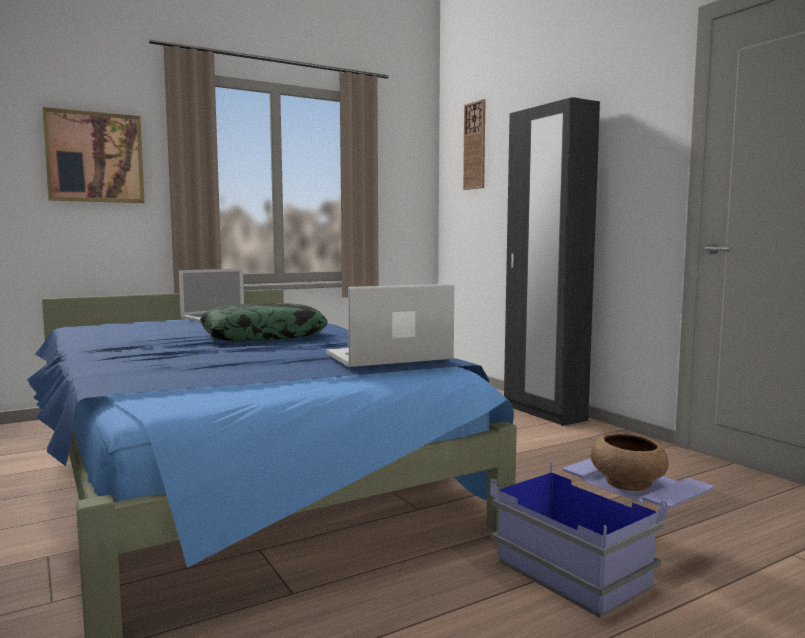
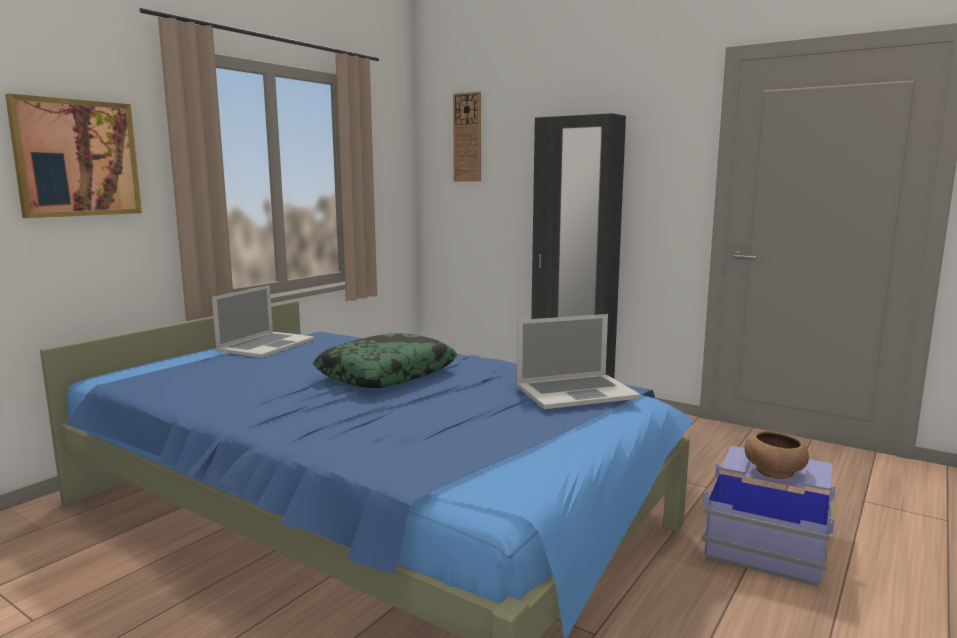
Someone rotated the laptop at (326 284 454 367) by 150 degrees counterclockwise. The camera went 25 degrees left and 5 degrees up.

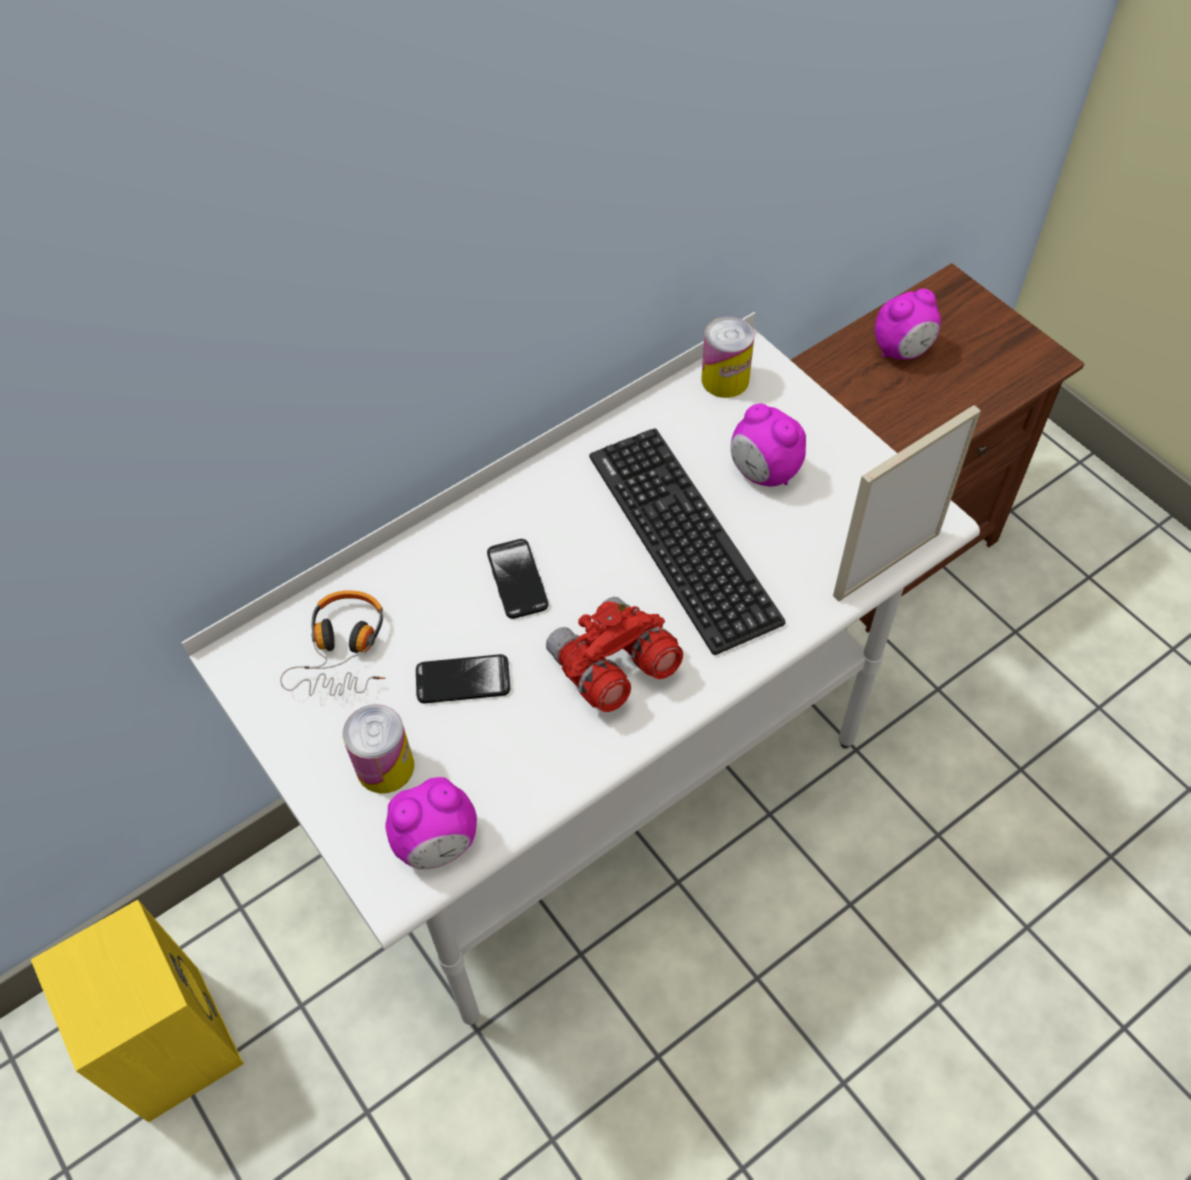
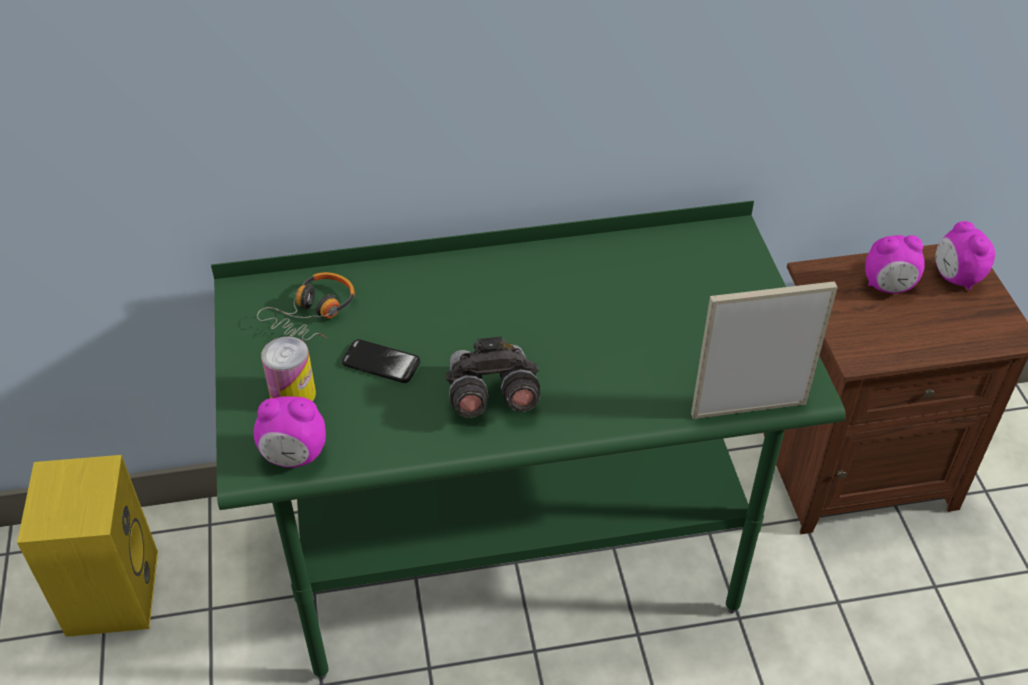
Someone repainted the biurko/biały at (181 312 980 1025), which became the biurko/zielony at (211 201 846 680). Someone took away the telefon at (487 539 548 619). Someone repainted the lornetka/czerwony at (546 597 683 712), which became the lornetka/szary at (446 336 540 418). Someone took away the klawiatura at (589 428 786 655). Someone took away the puszka at (702 316 754 398). Someone carried the budzik from (731 404 806 487) to (935 221 995 290). The camera went 25 degrees right and 10 degrees down.

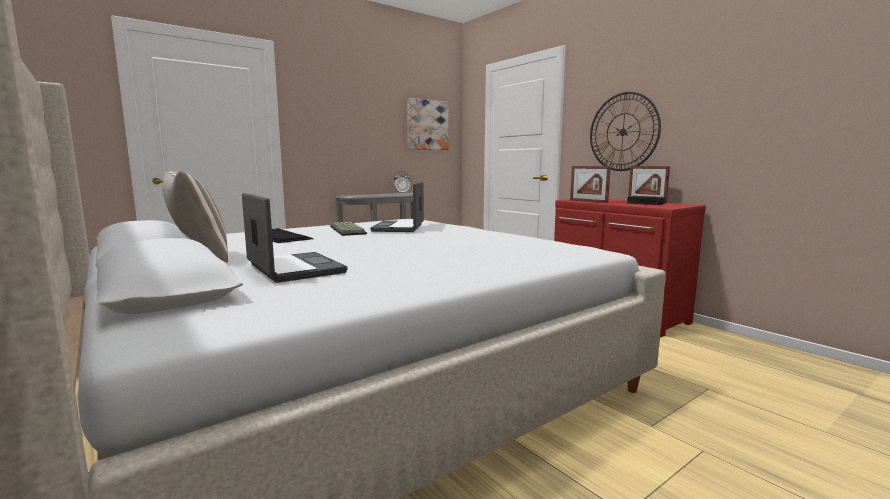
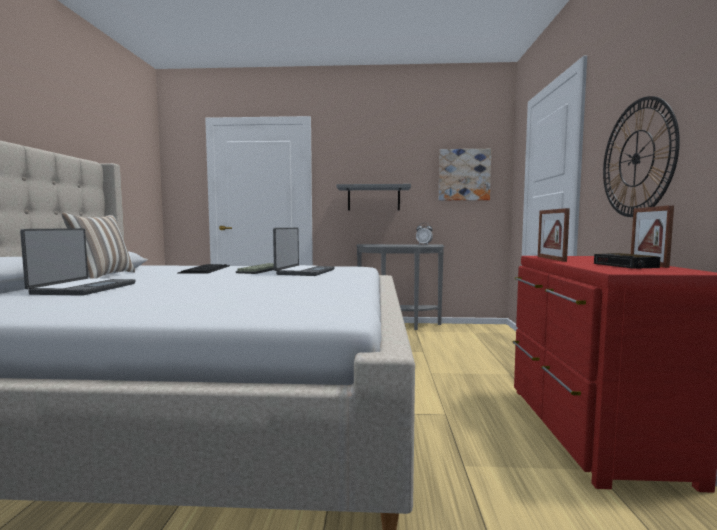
Someone rotated the laptop at (370 181 424 232) by 150 degrees clockwise. Someone put up the półka/szary at (337 184 411 210). The camera went 40 degrees right and 5 degrees down.

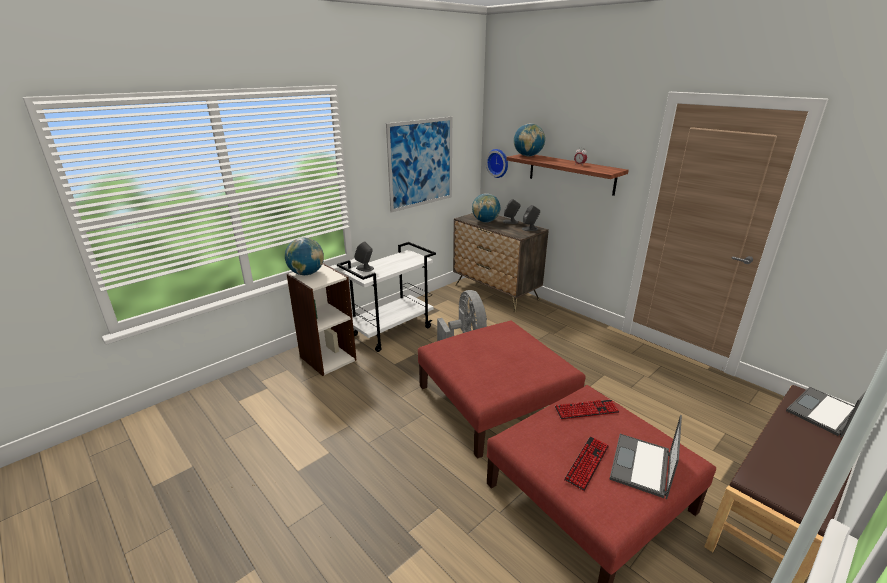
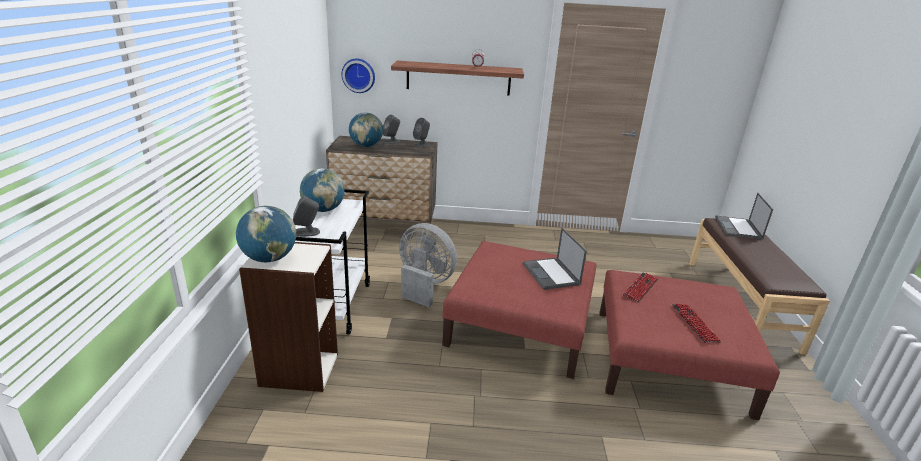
Someone took away the obraz at (386 117 452 213). Someone carried the globus from (514 123 545 157) to (299 168 345 212). Someone carried the laptop from (610 415 682 499) to (523 227 587 290). The camera went 45 degrees left and 0 degrees up.

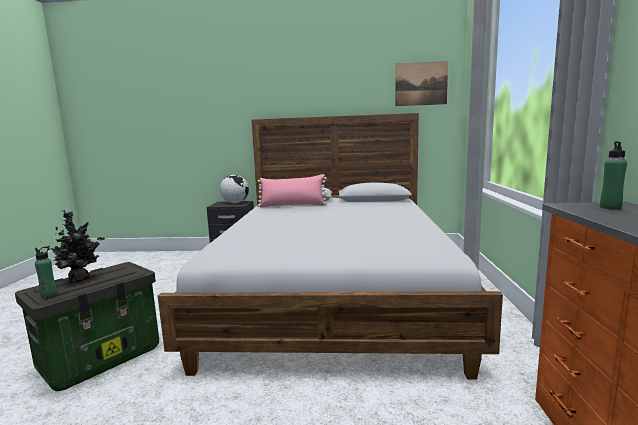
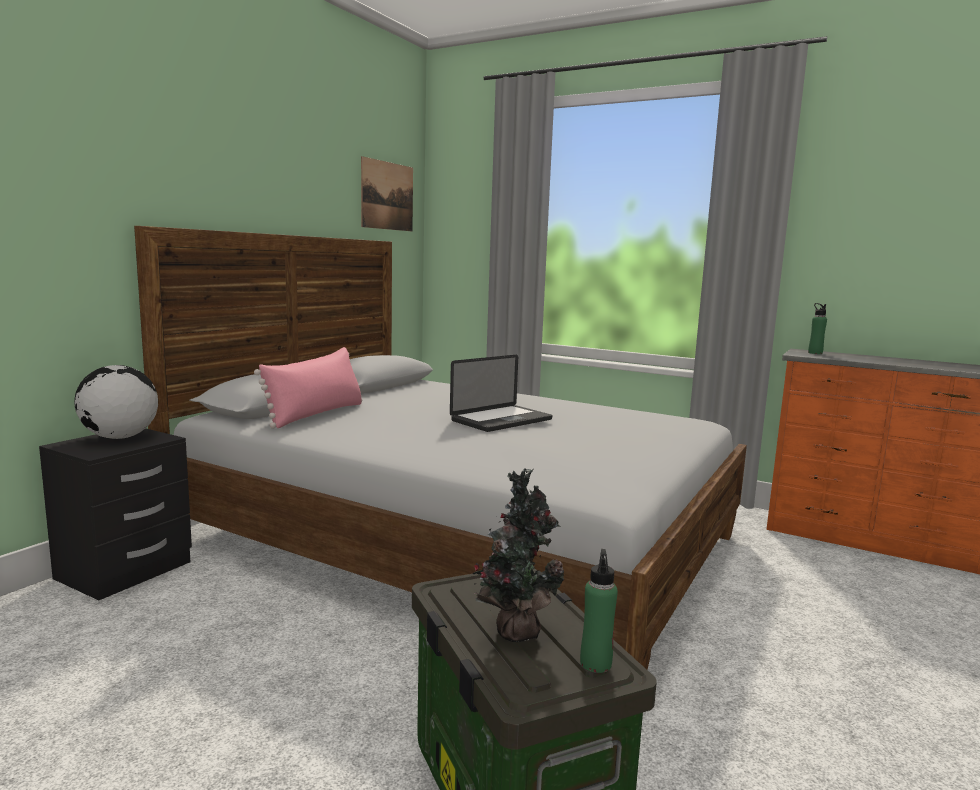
Someone put down the laptop at (450 355 552 432). The camera went 65 degrees left and 0 degrees up.

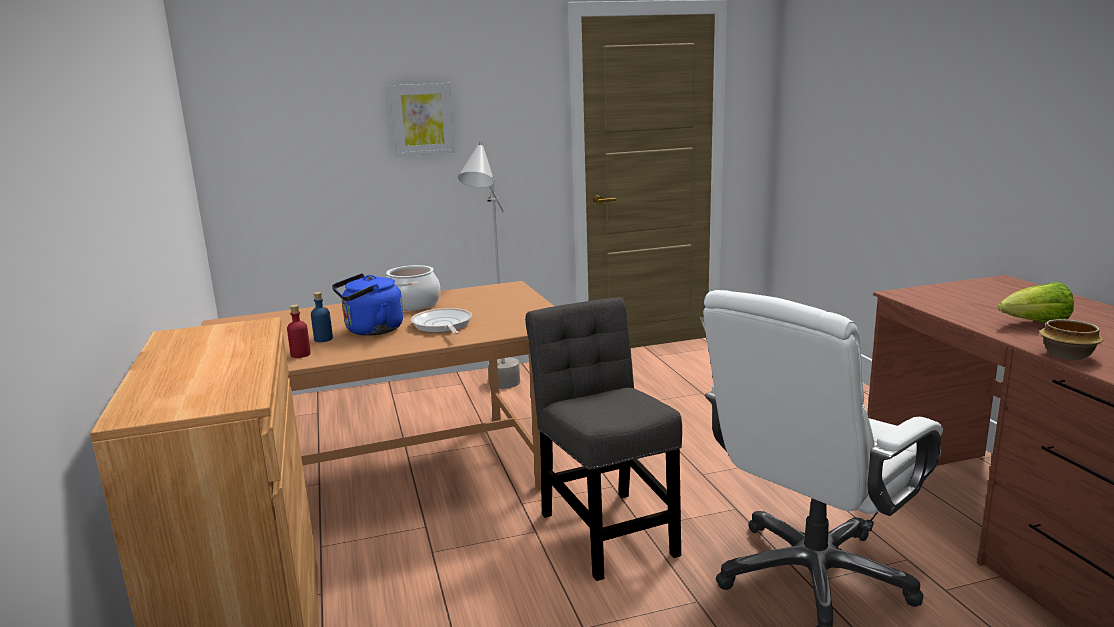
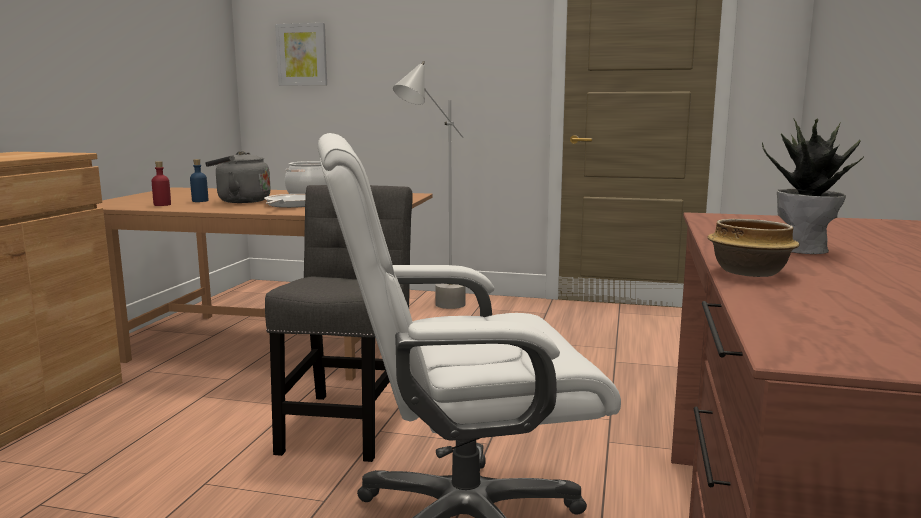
Someone repainted the czajnik/niebieski at (332 273 403 336), which became the czajnik/szary at (205 151 271 203). Someone carried the obraz from (389 83 455 156) to (275 23 327 86). Someone swapped the sałata at (998 282 1074 323) for the roślina doniczkowa at (762 118 863 254). The camera went 30 degrees right and 5 degrees down.

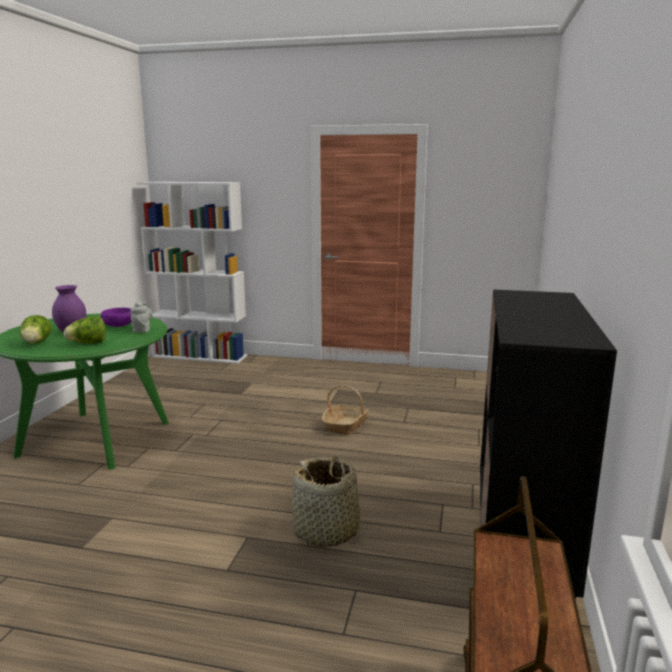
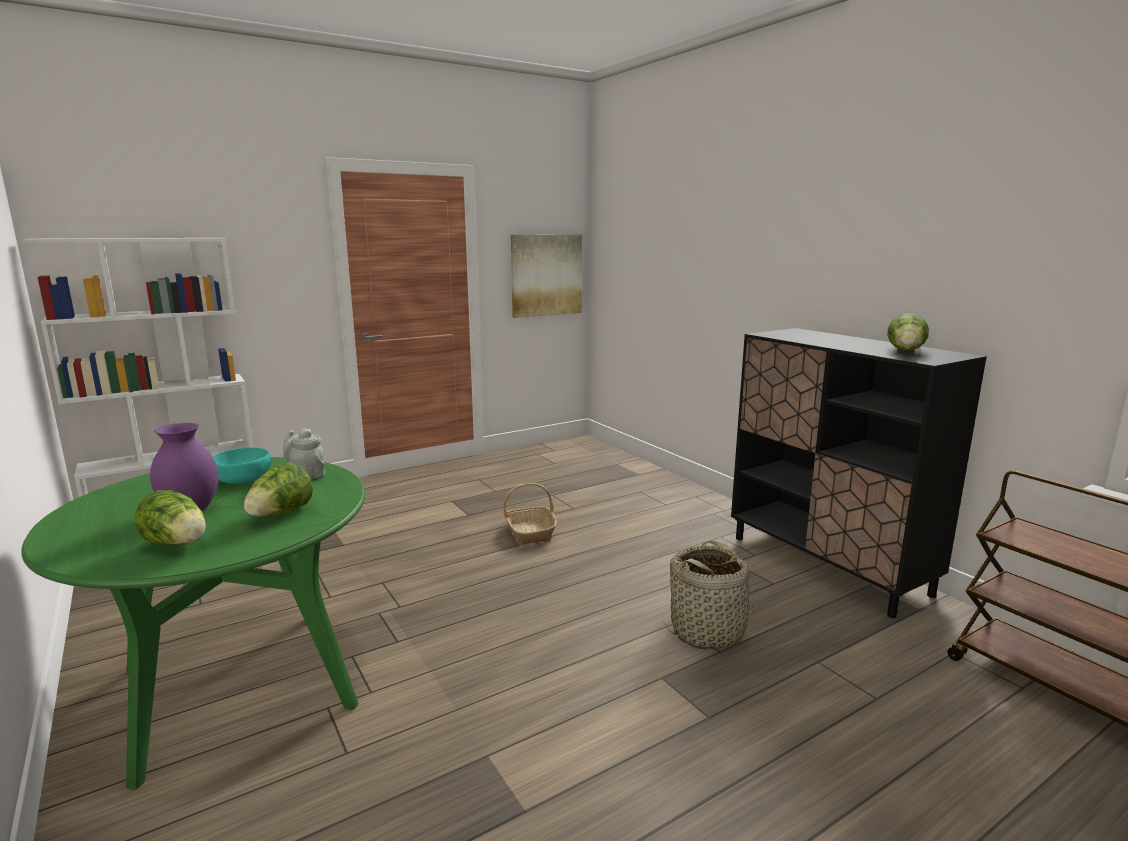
Someone repainted the miska/fioletowy at (101 308 132 327), which became the miska/turkusowy at (213 448 271 484). Someone put up the obraz at (511 234 582 318). Someone put down the sałata at (888 313 929 350). The camera went 45 degrees left and 0 degrees up.

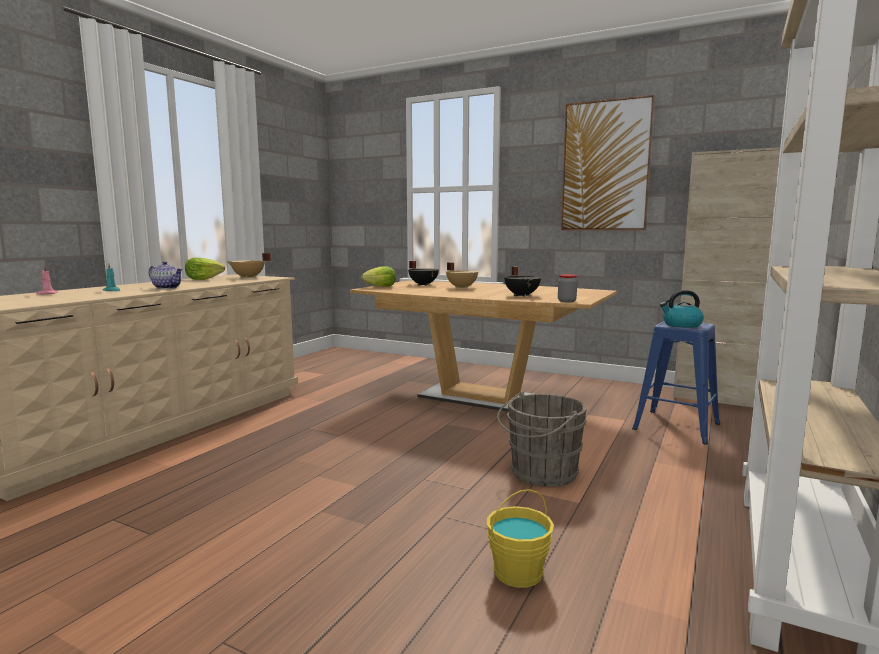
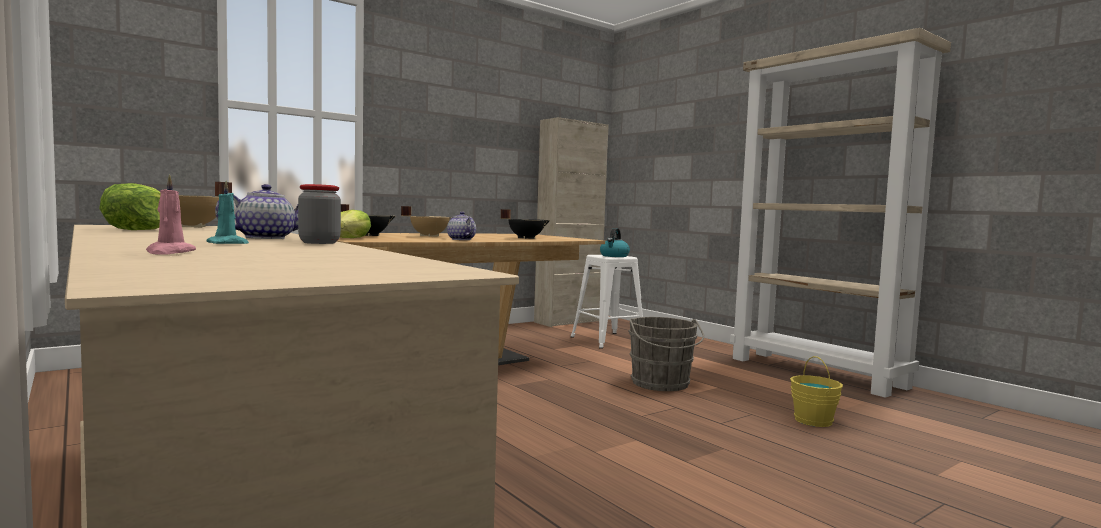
Someone carried the słoik from (558 274 577 302) to (298 184 341 244). Someone took away the obraz at (561 95 655 230). Someone repainted the stołek/niebieski at (632 321 720 445), which became the stołek/biały at (571 255 643 349). Someone put down the imbryk at (447 212 476 240). The camera went 65 degrees left and 5 degrees down.

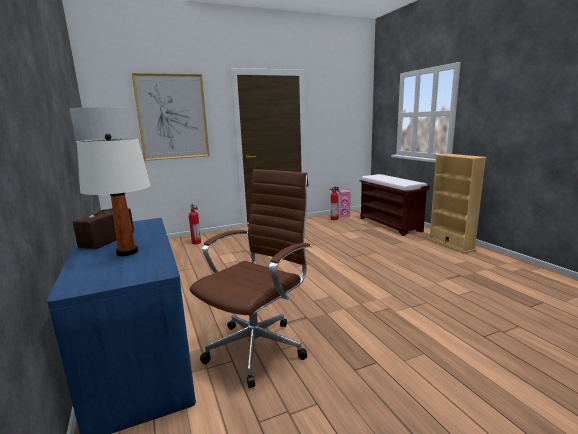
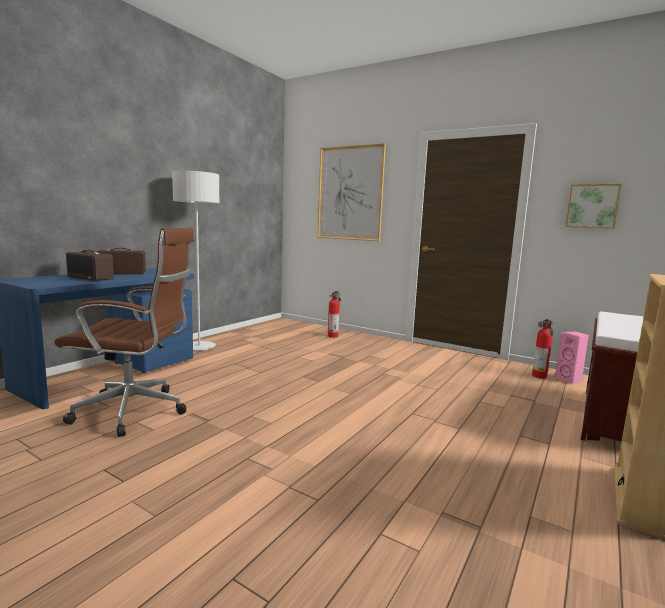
Someone swapped the lampa stołowa/biały at (77 134 151 256) for the radio at (66 250 114 281). Someone put up the obraz at (565 184 621 229). The camera went 55 degrees right and 5 degrees down.

